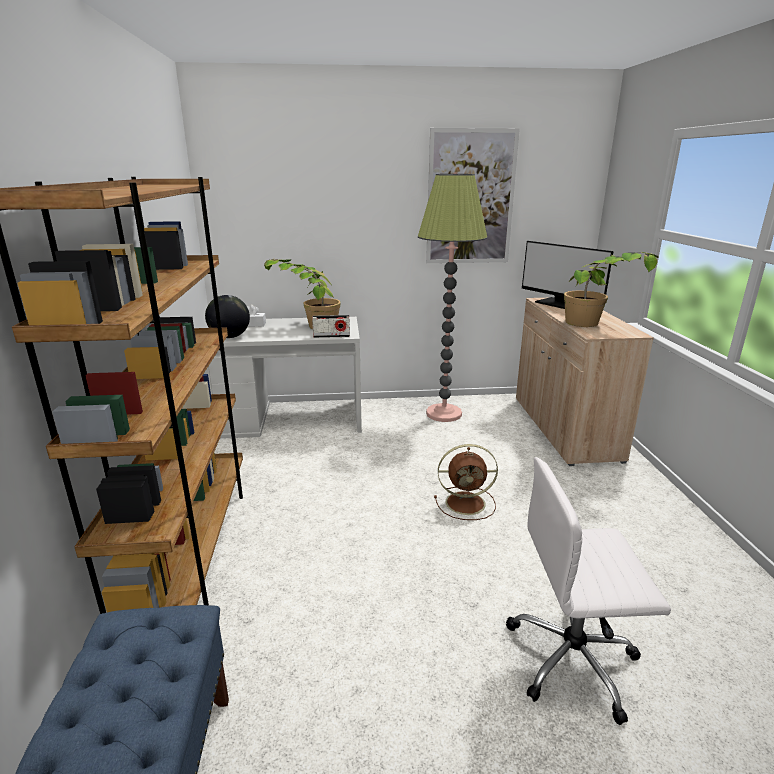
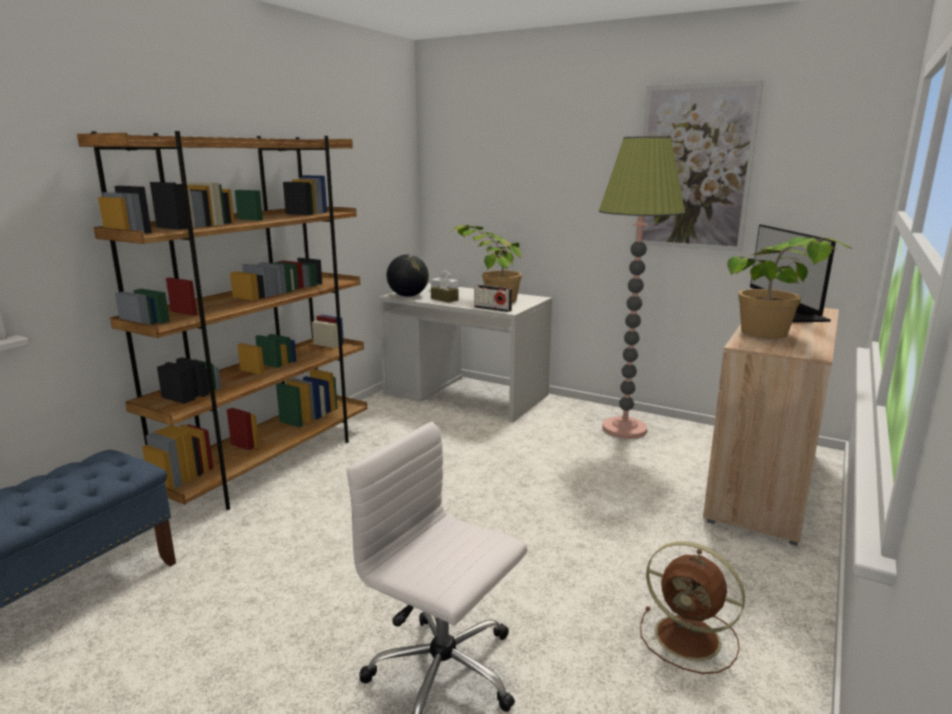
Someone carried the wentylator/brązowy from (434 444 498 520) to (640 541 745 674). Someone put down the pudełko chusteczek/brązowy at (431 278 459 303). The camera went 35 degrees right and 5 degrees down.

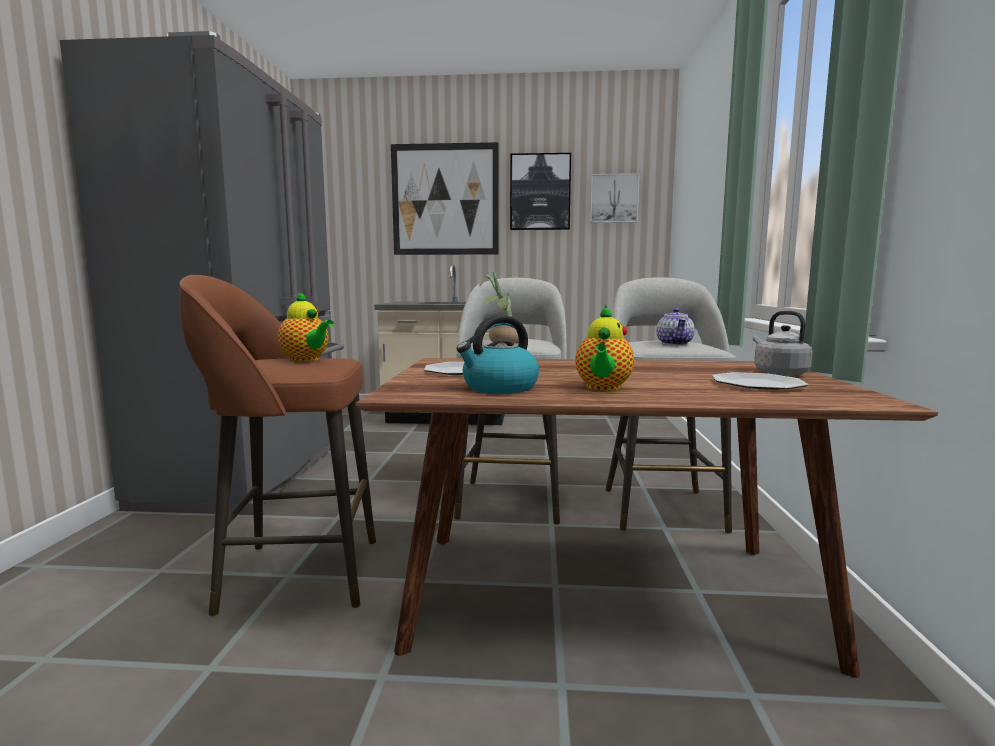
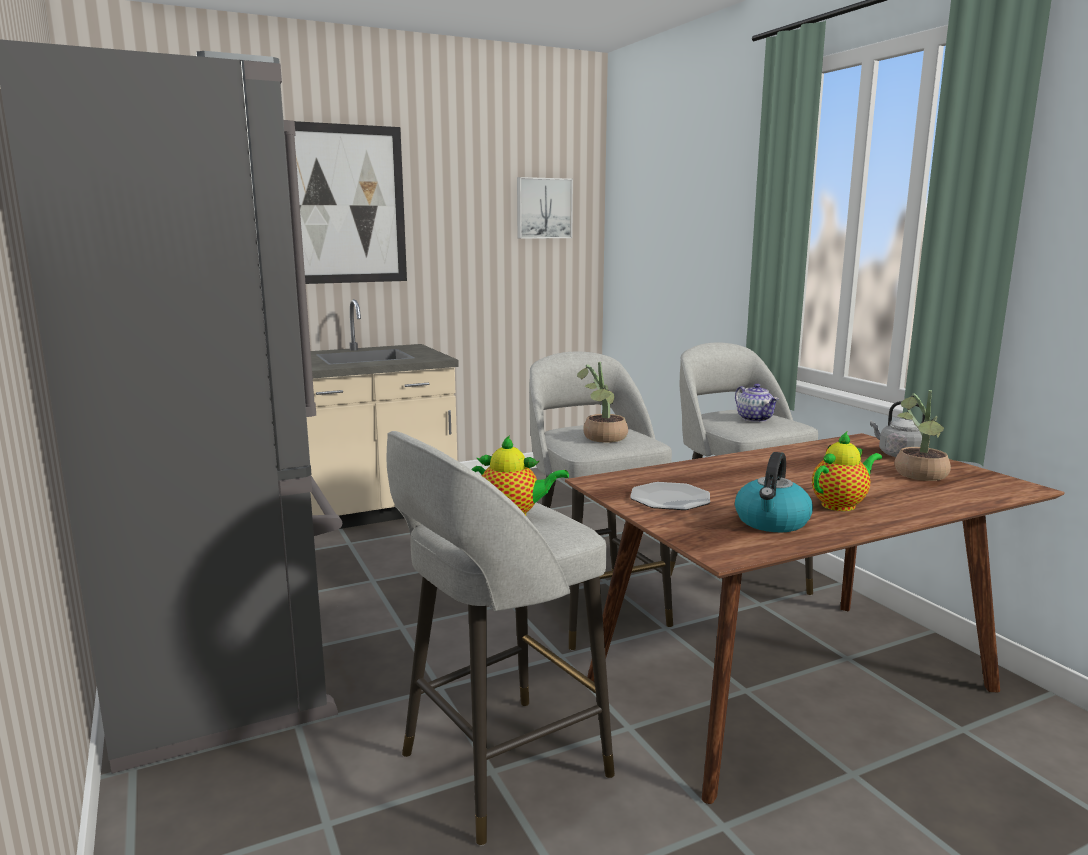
Someone repainted the stołek/brązowy at (179 275 376 617), which became the stołek/szary at (387 431 615 846). Someone took away the obraz at (510 153 571 230). Someone rotated the imbryk at (575 305 634 391) by 105 degrees counterclockwise. Someone swapped the talerz at (712 372 808 390) for the roślina doniczkowa at (895 390 951 481). The camera went 30 degrees left and 5 degrees up.

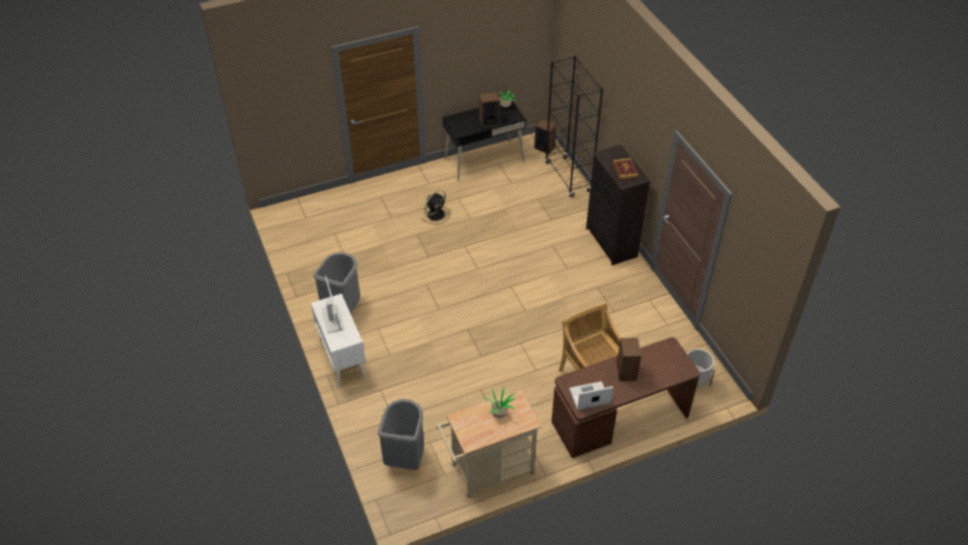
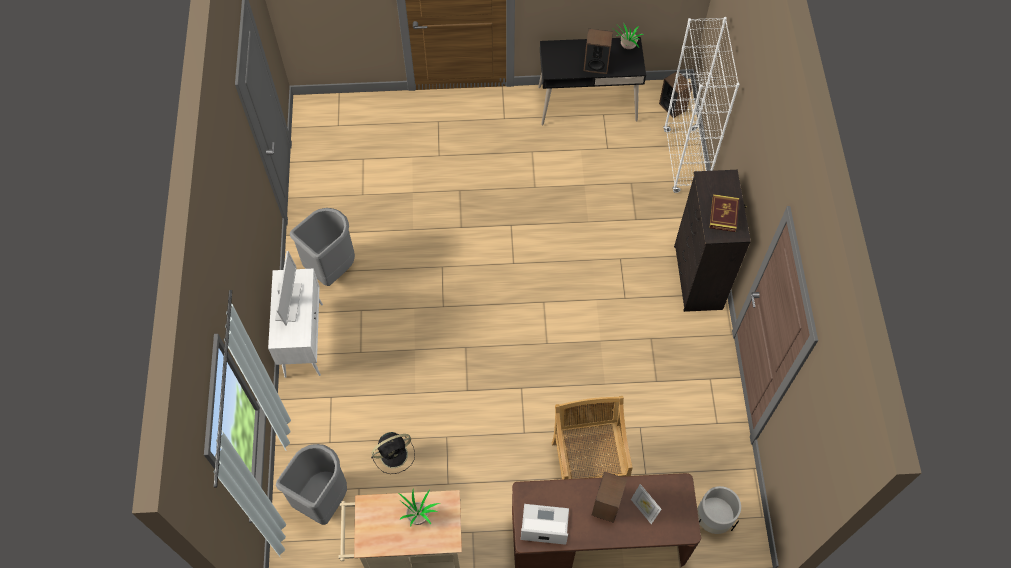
Someone carried the wentylator/czarny from (422 190 450 224) to (371 432 415 474). Someone repainted the regał/czarny at (545 56 603 197), which became the regał/biały at (663 17 740 193). Someone put down the ramka na zdjęcie at (631 484 662 524). The camera went 20 degrees right and 15 degrees up.

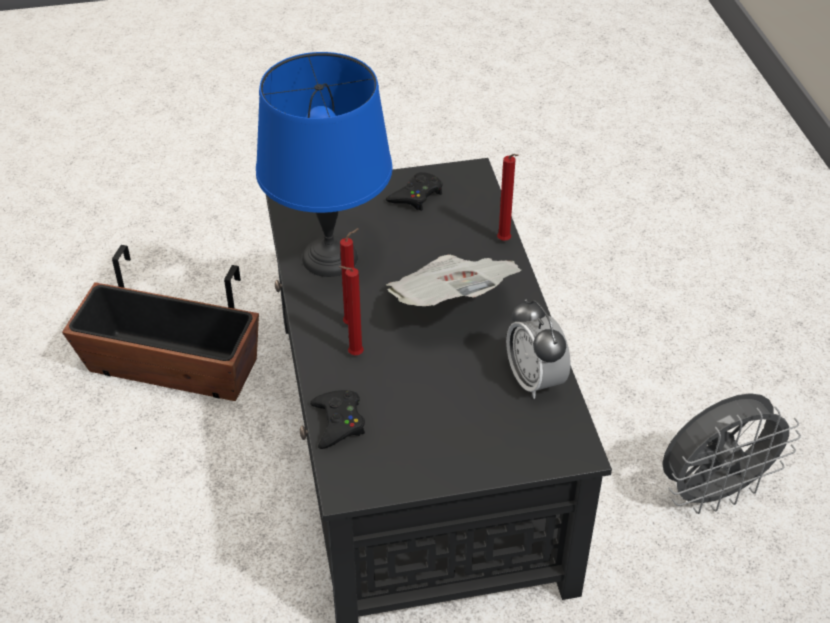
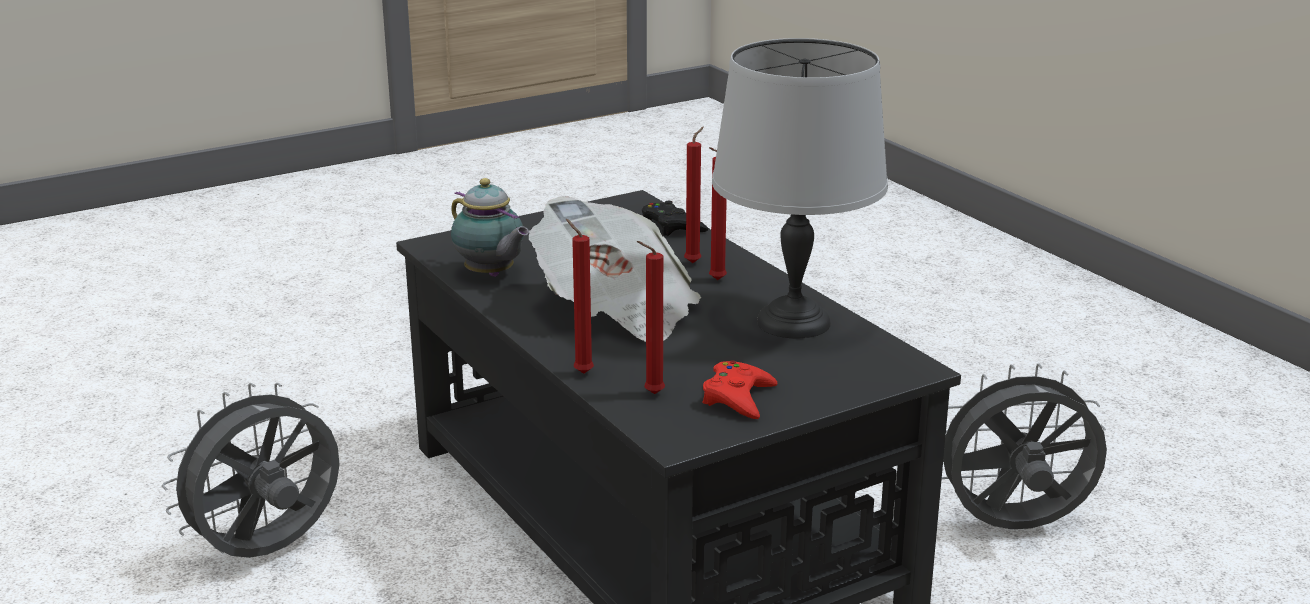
Someone swapped the donica at (62 245 259 401) for the wentylator/szary at (942 363 1107 529). Someone repainted the lampa stołowa/niebieski at (256 52 392 277), which became the lampa stołowa/szary at (712 38 888 339). Someone repainted the pad do gier/czarny at (386 172 443 211), which became the pad do gier/czerwony at (703 360 777 419). Someone swapped the budzik at (506 299 571 399) for the imbryk at (451 178 529 277). Someone put down the świeca/czerwony at (637 241 665 394). The camera went 160 degrees right and 20 degrees down.

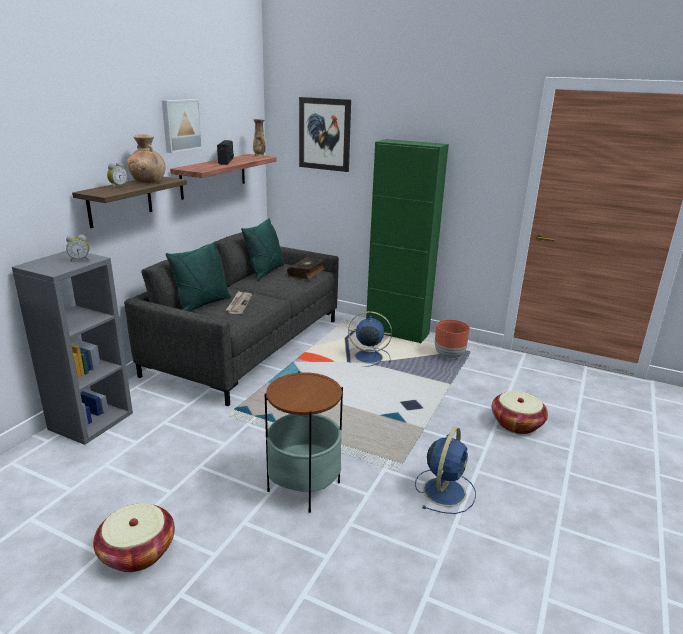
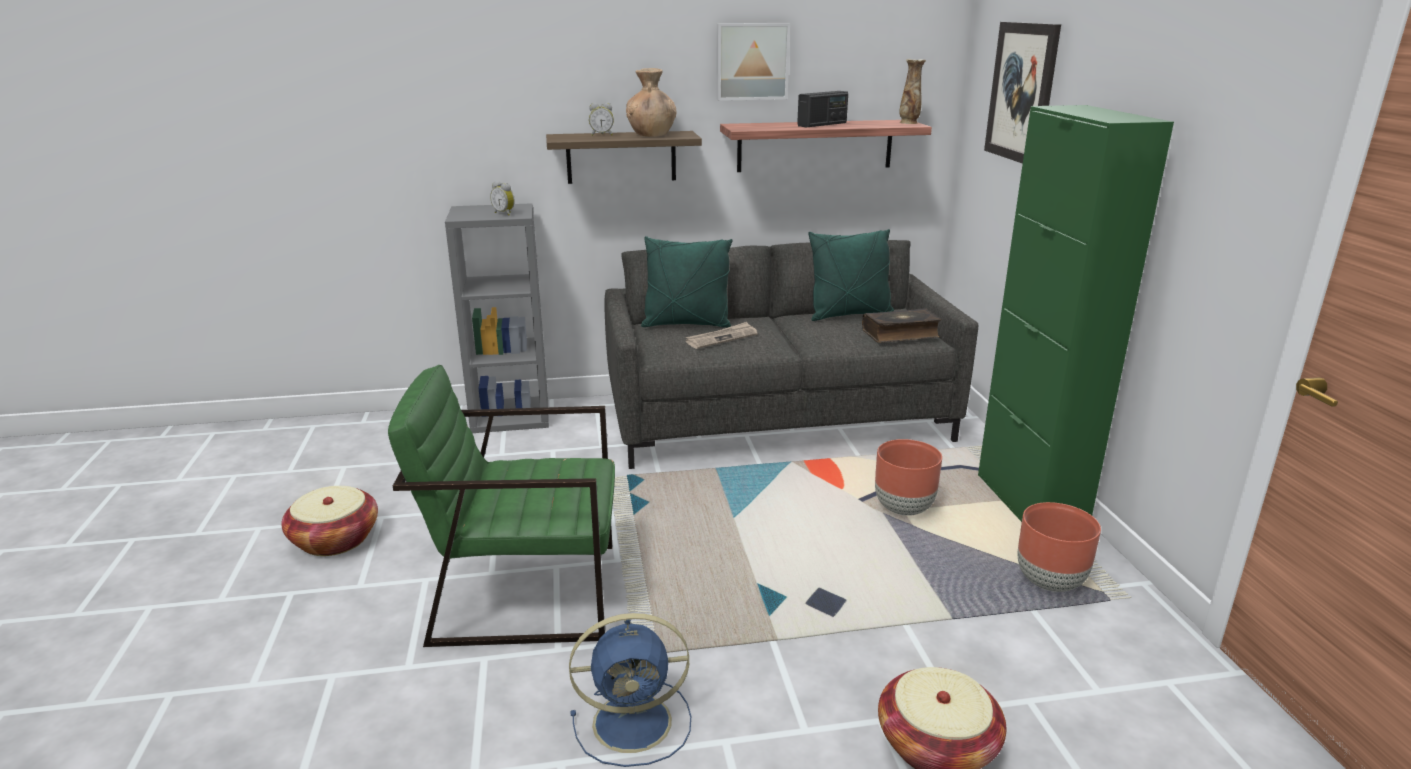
Someone swapped the stolik at (265 371 343 513) for the fotel/zielony at (388 365 615 647). Someone swapped the wentylator/niebieski at (347 311 392 367) for the donica/brązowy at (875 439 942 516). The camera went 55 degrees right and 0 degrees up.

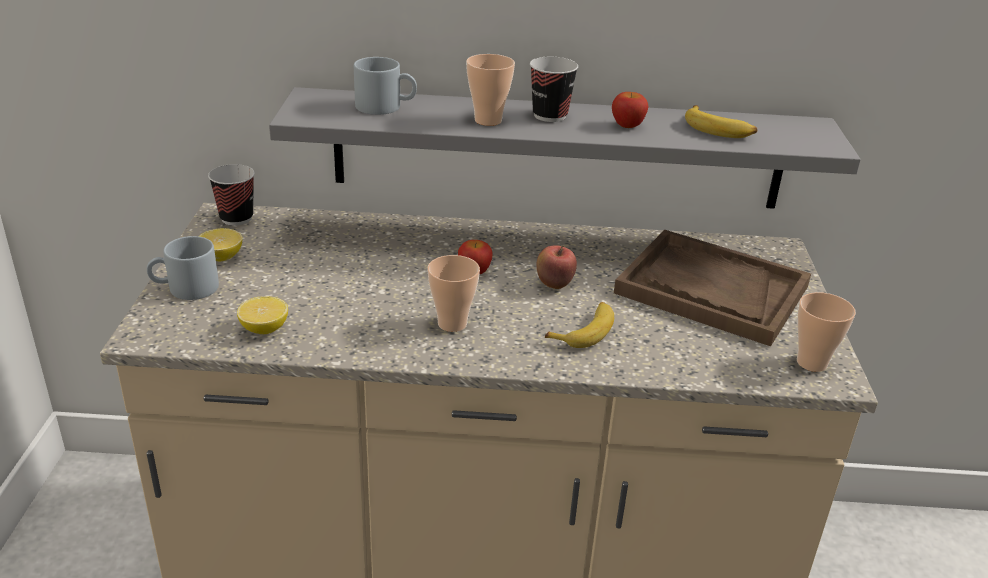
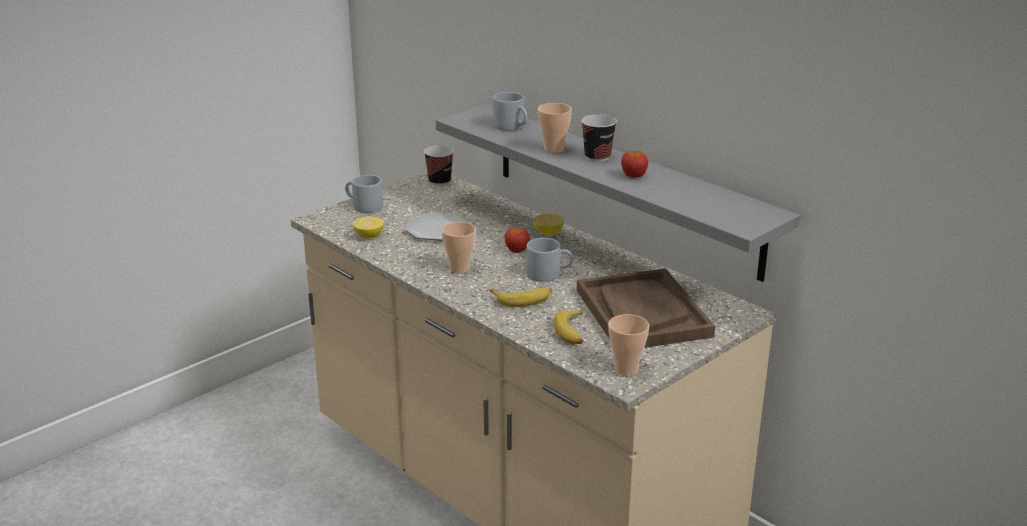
Someone carried the cytryna from (199 228 243 261) to (533 213 564 235). Someone swapped the jabłko at (537 245 577 289) for the kubek/szary at (526 238 573 282). Someone carried the banan from (685 105 757 138) to (553 310 583 344). Someone put down the talerz at (405 213 467 240). The camera went 45 degrees right and 5 degrees down.

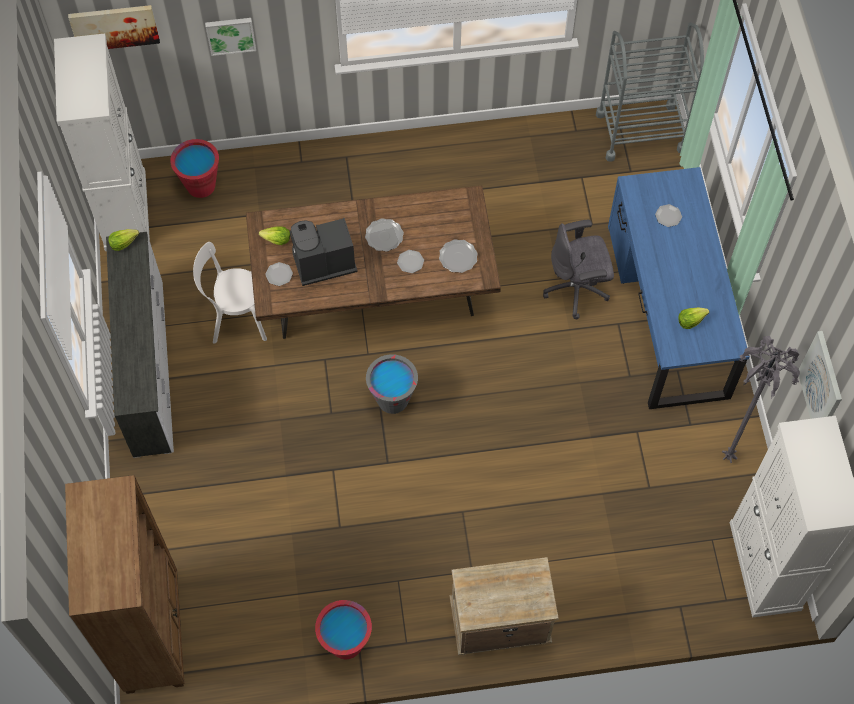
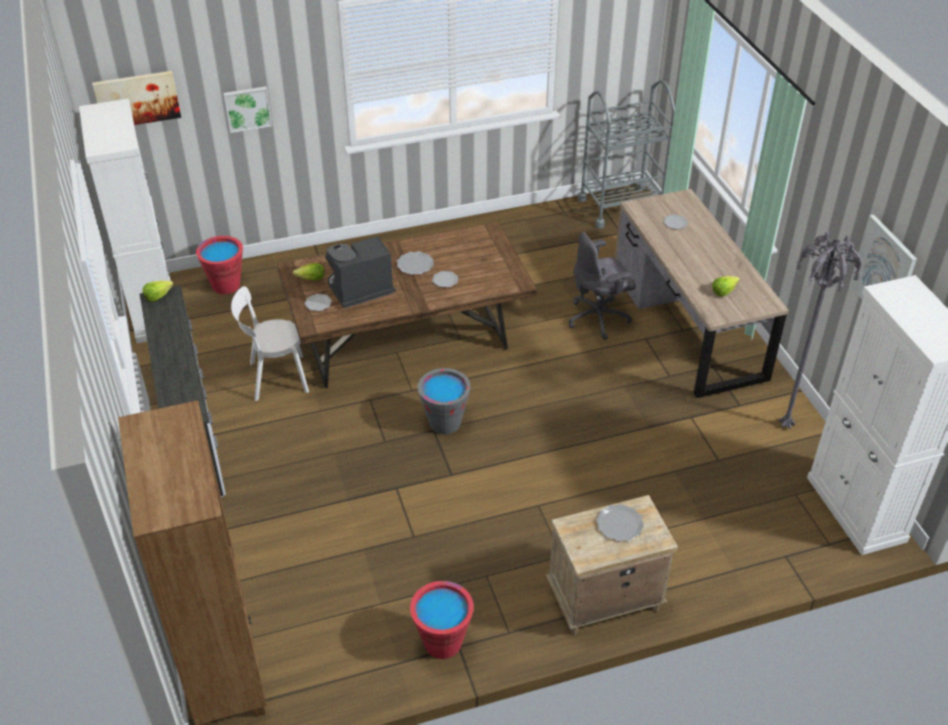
Someone carried the talerz from (439 239 478 273) to (596 504 644 541). Someone repainted the biurko/niebieski at (608 167 750 409), which became the biurko/brązowy at (615 189 789 398). The camera went 10 degrees left and 20 degrees down.

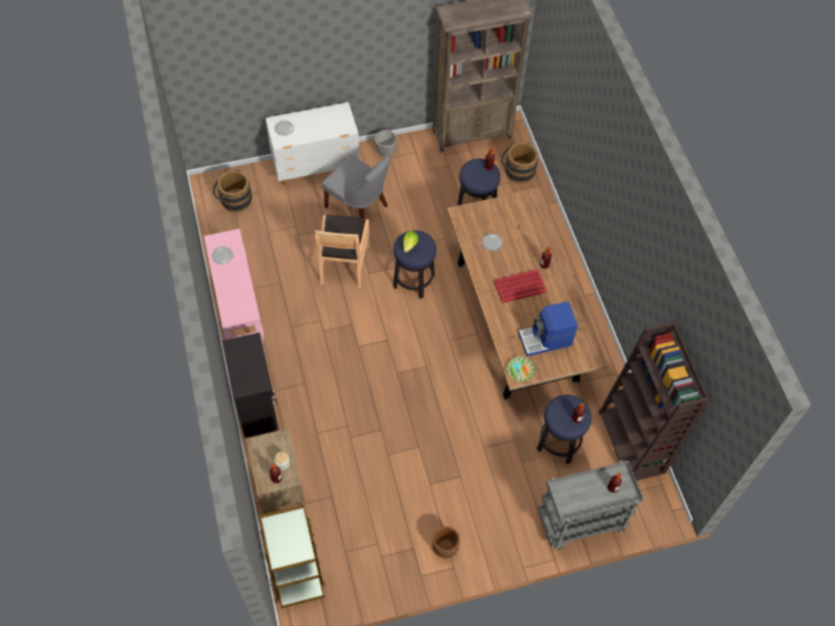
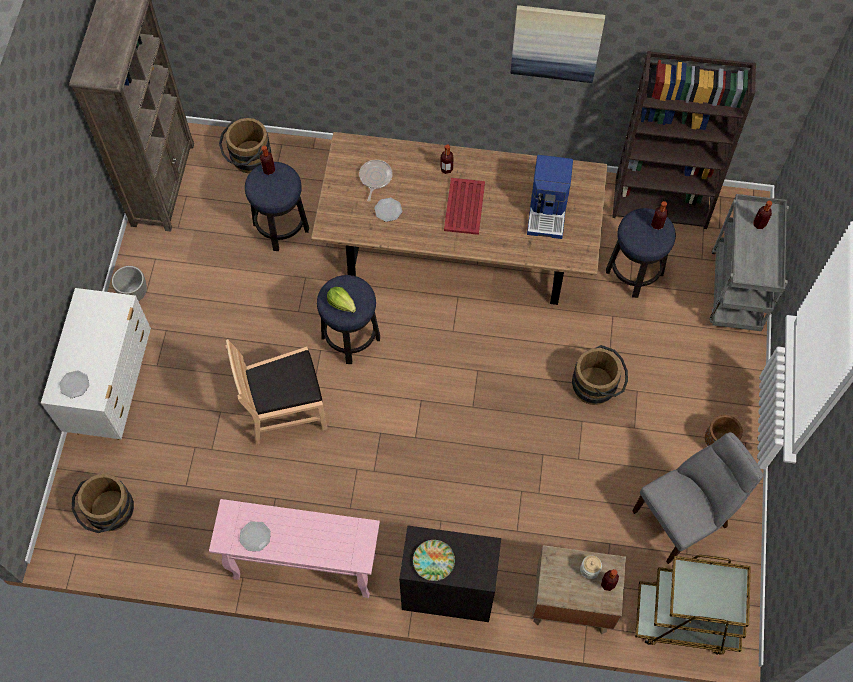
Someone rotated the krzesło/brązowy at (315 215 370 288) by 135 degrees clockwise. Someone carried the krzesło/szary from (322 155 391 218) to (633 432 763 564). Someone carried the talerz from (506 356 535 382) to (413 540 455 581). Someone put down the patelnia at (359 160 393 202). Someone put up the obraz at (511 5 605 83). Someone put down the wiadro/brązowy at (572 345 628 405). The camera went 65 degrees left and 5 degrees up.

